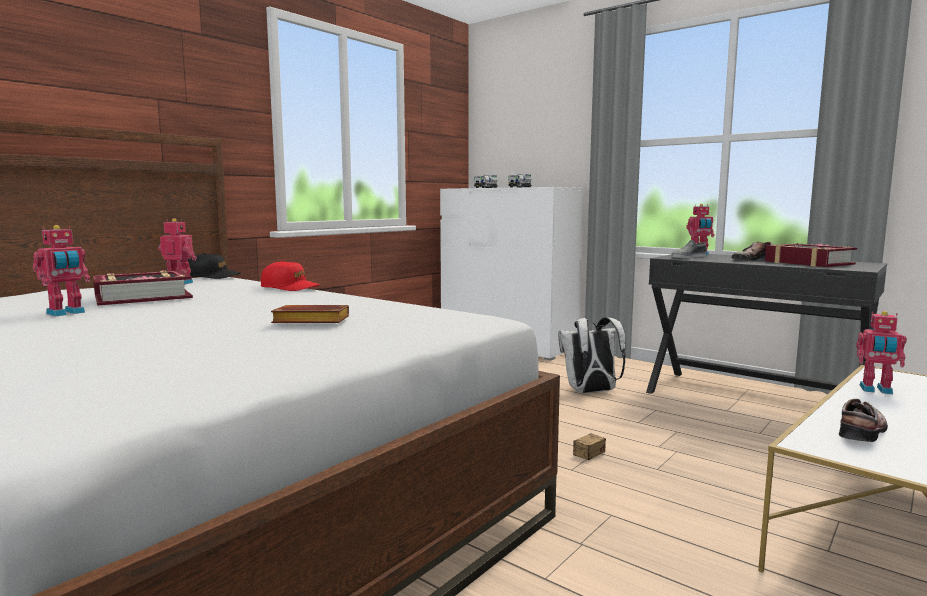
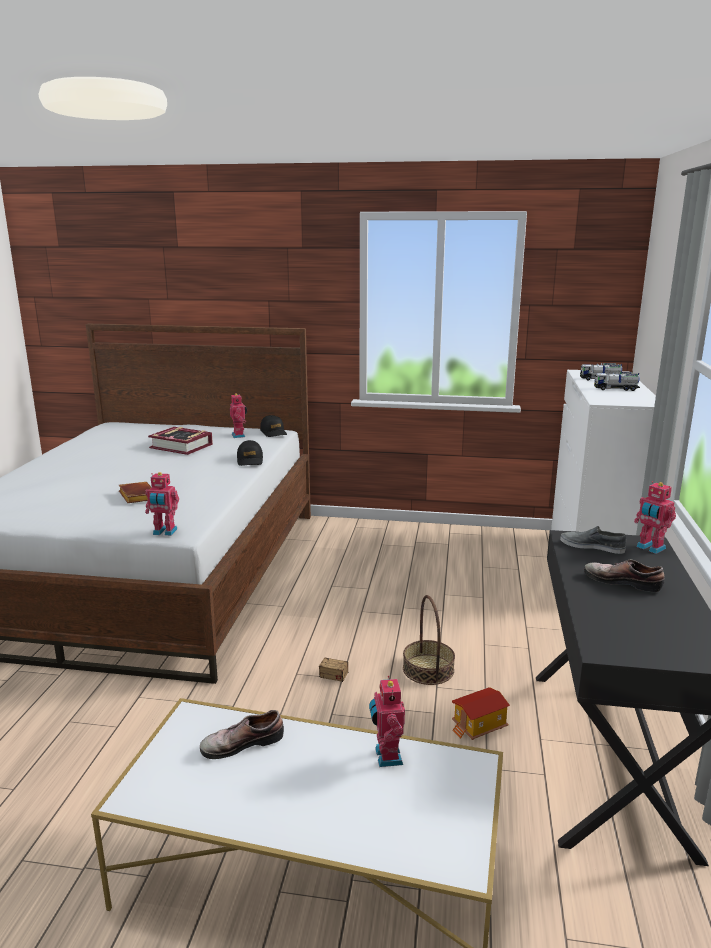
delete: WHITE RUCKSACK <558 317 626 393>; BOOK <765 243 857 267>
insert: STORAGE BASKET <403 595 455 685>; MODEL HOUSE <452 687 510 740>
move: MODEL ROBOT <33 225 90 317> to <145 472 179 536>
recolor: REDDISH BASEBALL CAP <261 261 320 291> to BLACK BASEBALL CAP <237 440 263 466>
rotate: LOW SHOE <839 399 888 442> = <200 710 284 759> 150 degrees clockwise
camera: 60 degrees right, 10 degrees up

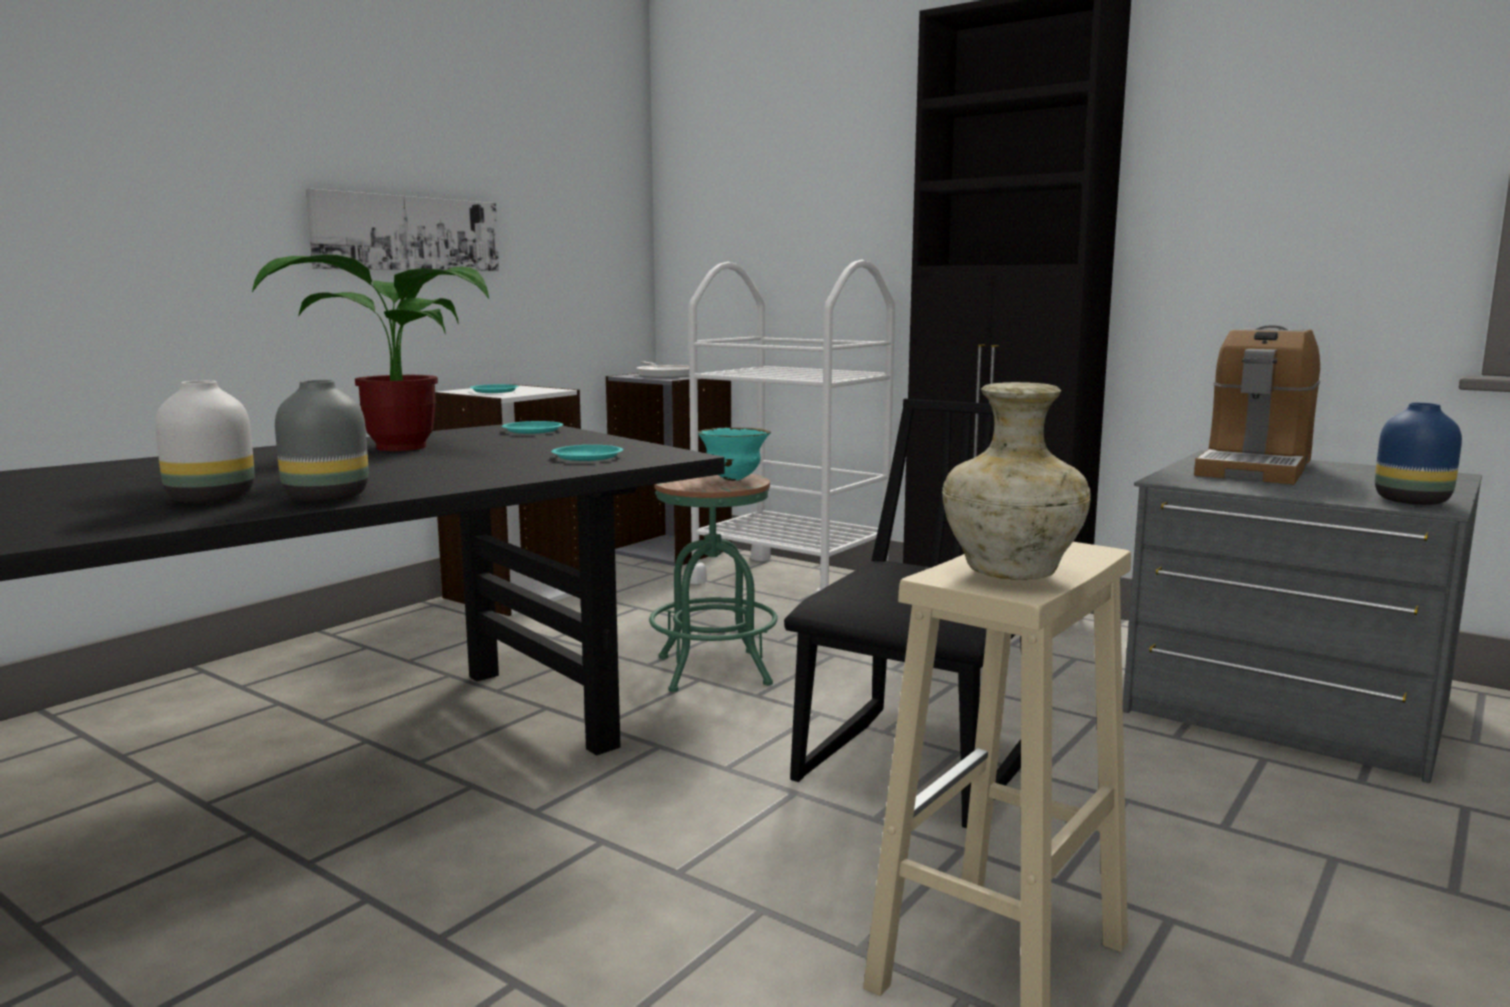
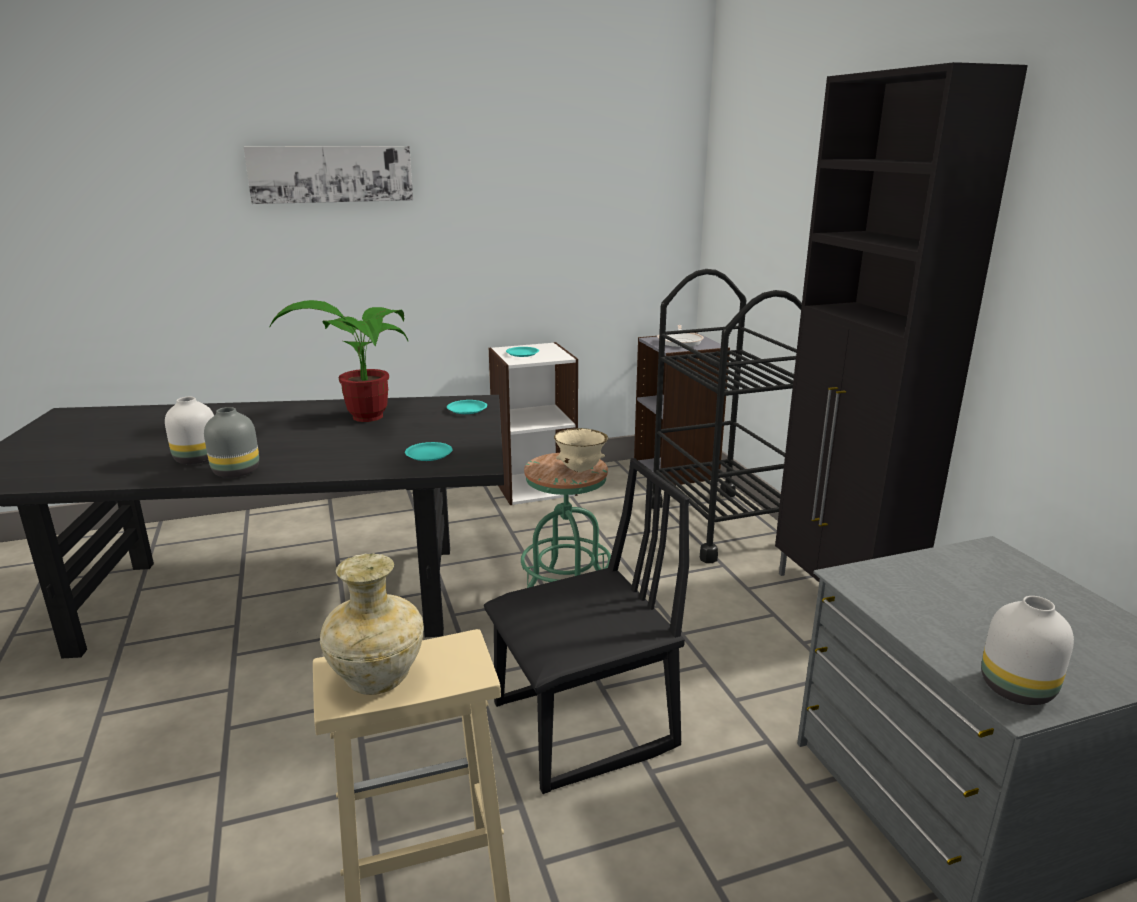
delete: COFFEE BREWER <1194 325 1320 485>
move: PICTURE <306 189 499 271> to <244 146 413 204>
recolor: WHITE CART <688 260 895 594> to BLACK CART <651 269 802 563>; TURQUOISE DEEP DISH <698 428 771 481> to SAND-COLOURED DEEP DISH <554 428 608 472>; BLUISH VASE <1375 403 1462 505> to WHITE VASE <981 596 1074 705>
camera: 35 degrees right, 10 degrees up

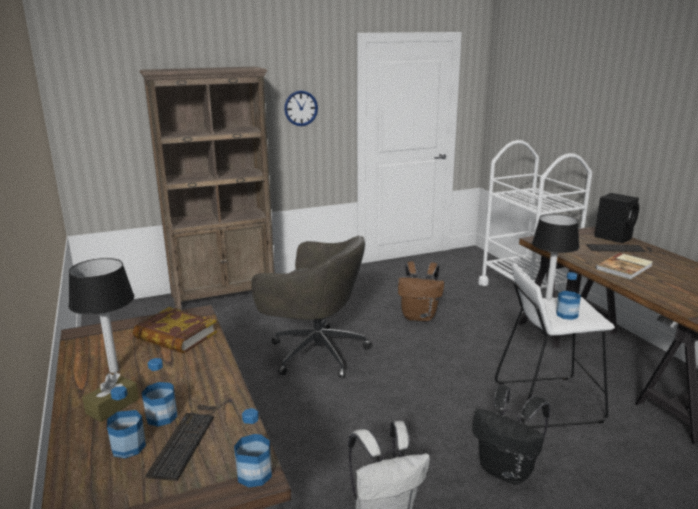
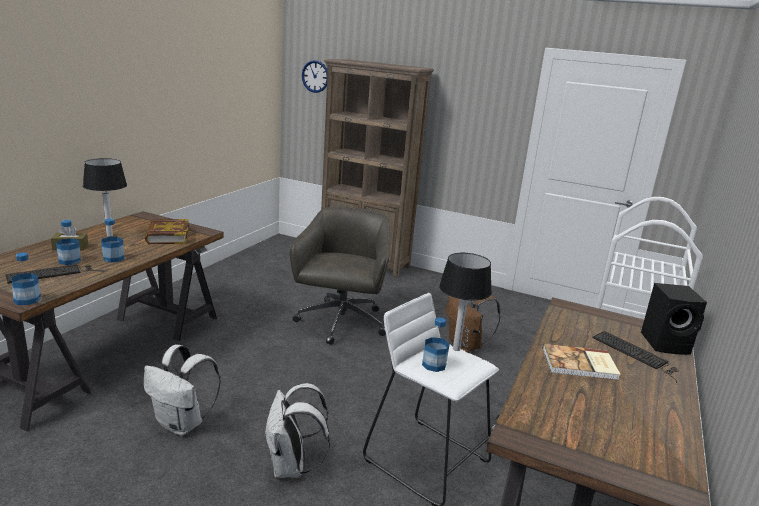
move: BOTTLE <107 386 146 458> to <101 219 124 263>; HANGING CLOCK <284 90 318 126> to <302 60 327 93>
recolor: BLACK RUCKSACK <472 385 550 485> to WHITE RUCKSACK <264 383 330 478>
rotate: GREY COMPUTER CHAIR <251 236 371 378> = <290 207 391 345> 150 degrees counterclockwise
camera: 45 degrees right, 0 degrees up

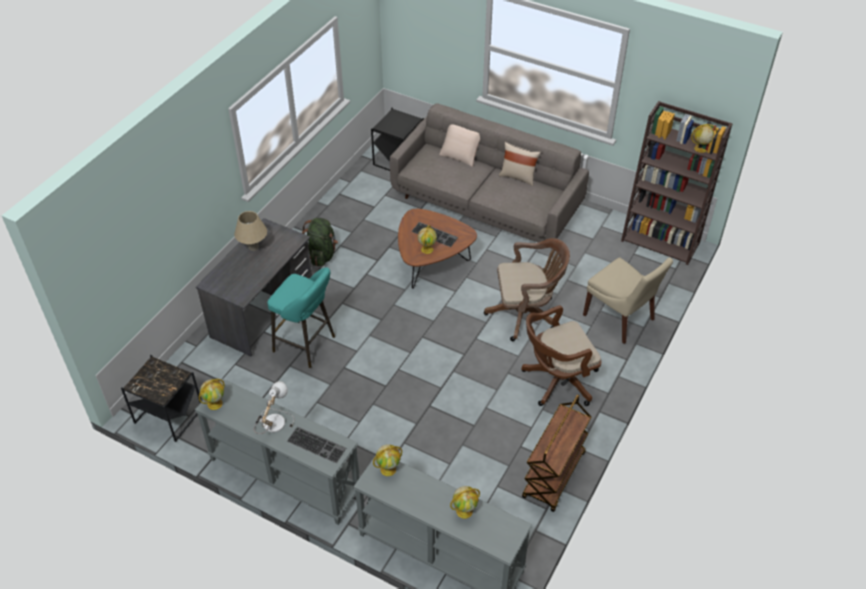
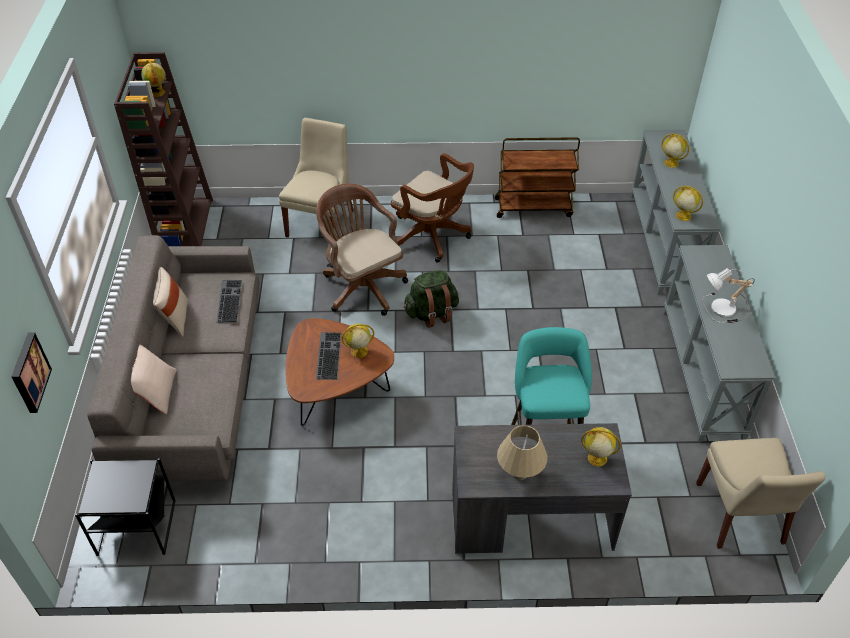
insert: PICTURE <11 333 52 413>
move: DESK GLOBE <199 379 225 410> to <581 427 621 466>; COMPUTER KEYBOARD <287 426 346 463> to <216 280 242 323>; GREEN-COLOURED RUCKSACK <302 218 338 266> to <404 270 459 328>
replace: BLACK END TABLE <121 355 201 442> to SAND-COLOURED CHAIR <696 438 826 549>
camera: 120 degrees left, 0 degrees up

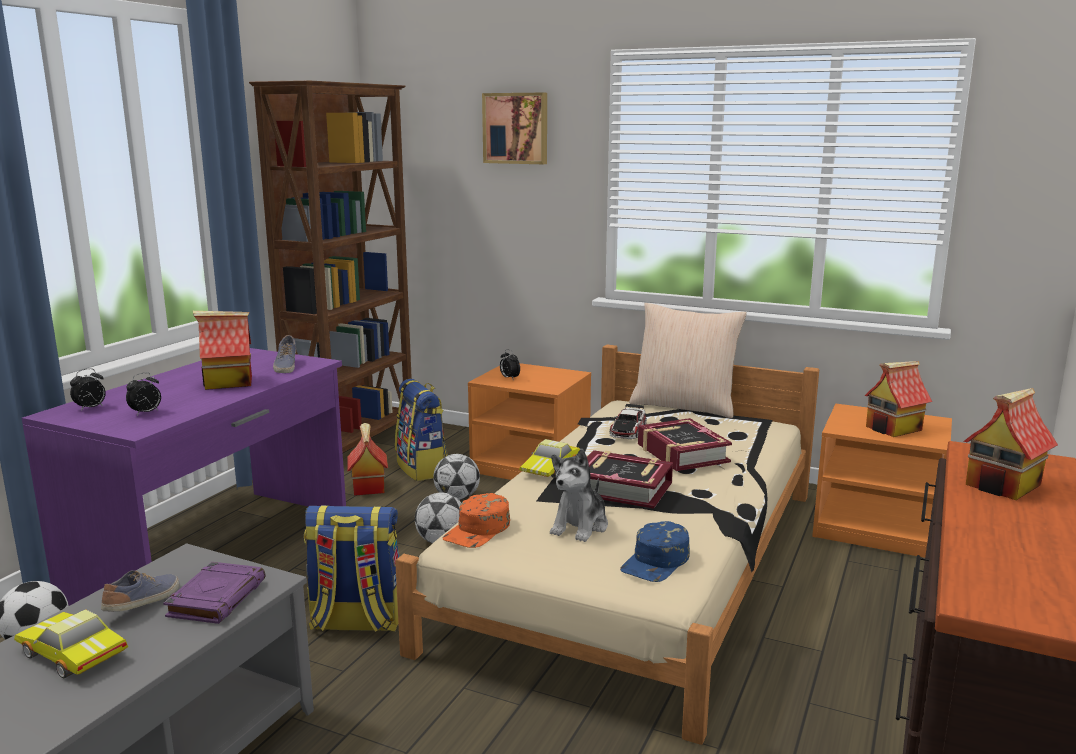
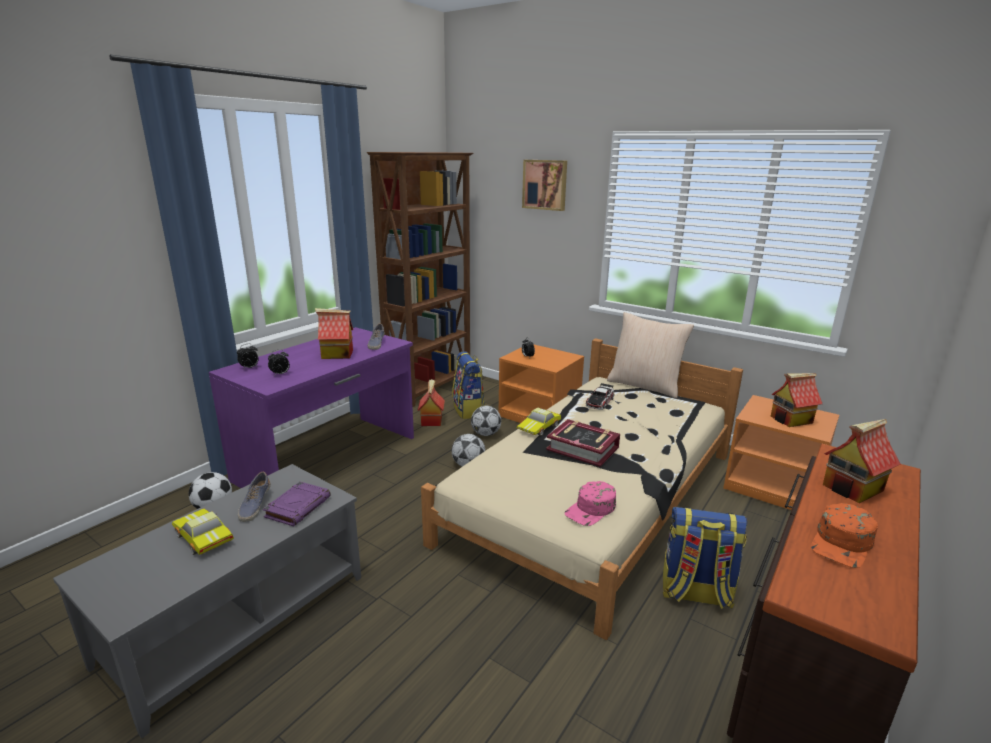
delete: PLUSH TOY <550 449 608 542>; BOOK <638 418 732 471>
move: RUCKSACK <304 505 399 632> to <663 507 747 609>; ORANGEY BASEBALL CAP <443 493 510 548> to <811 503 878 568>
recolor: BLUISH BASEBALL CAP <620 521 690 582> to PINK-COLOURED BASEBALL CAP <565 481 616 526>
rotate: LOW SHOE <101 570 179 612> = <238 472 271 522> 150 degrees clockwise
camera: 10 degrees right, 5 degrees up

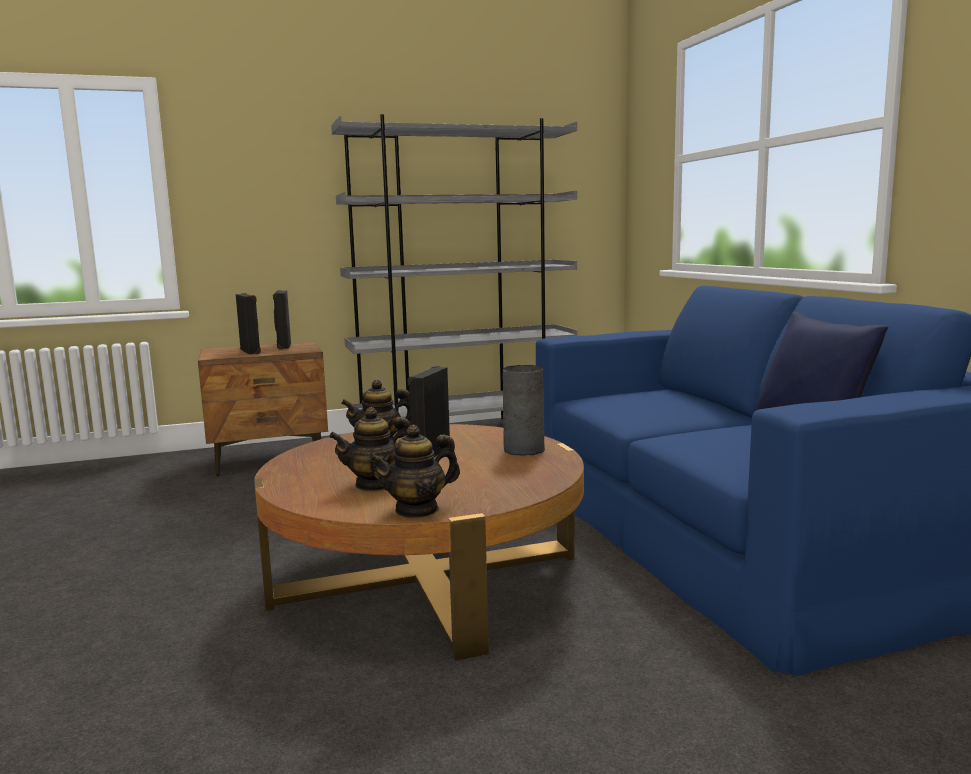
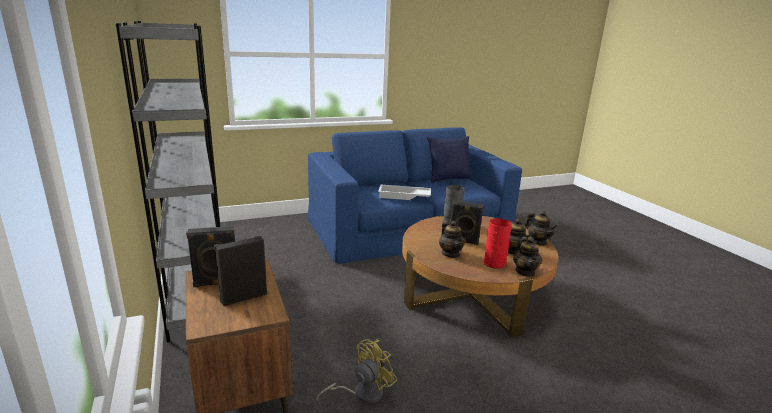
insert: YELLOWISH FAN <317 339 397 404>; WHITE TRAY <378 185 431 200>; REDDISH VASE <484 218 512 269>; POT FOR TEA <513 237 542 277>
camera: 95 degrees left, 10 degrees up

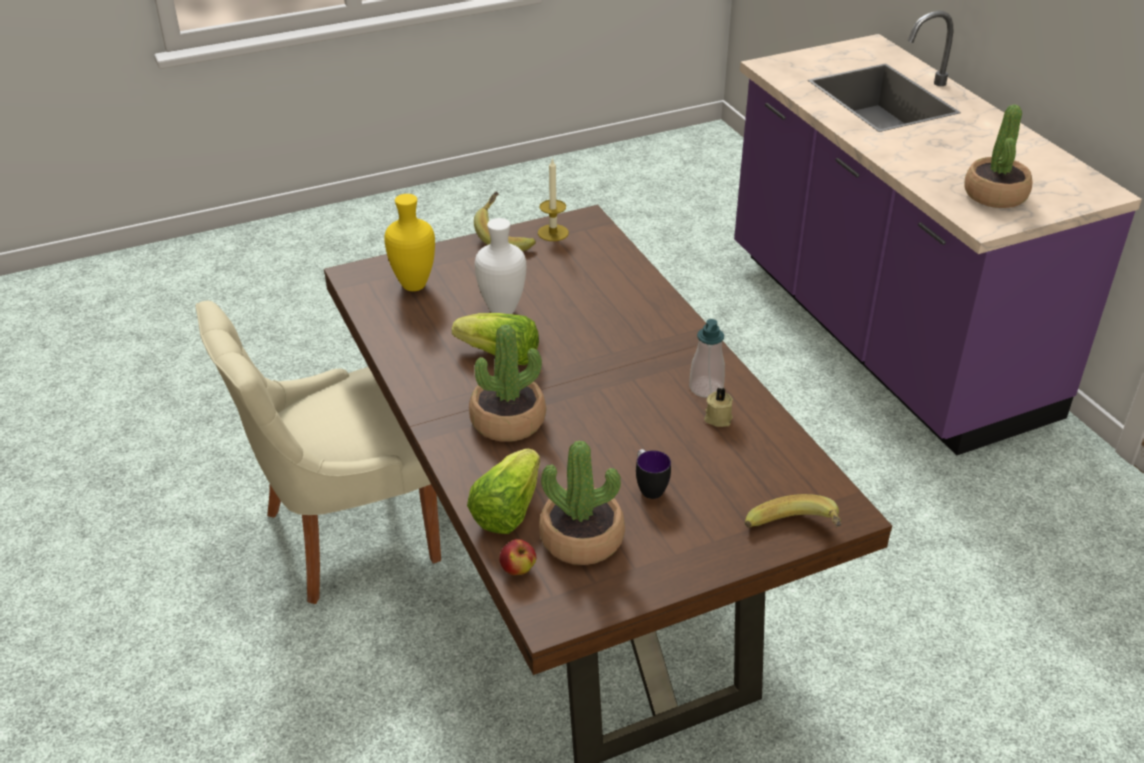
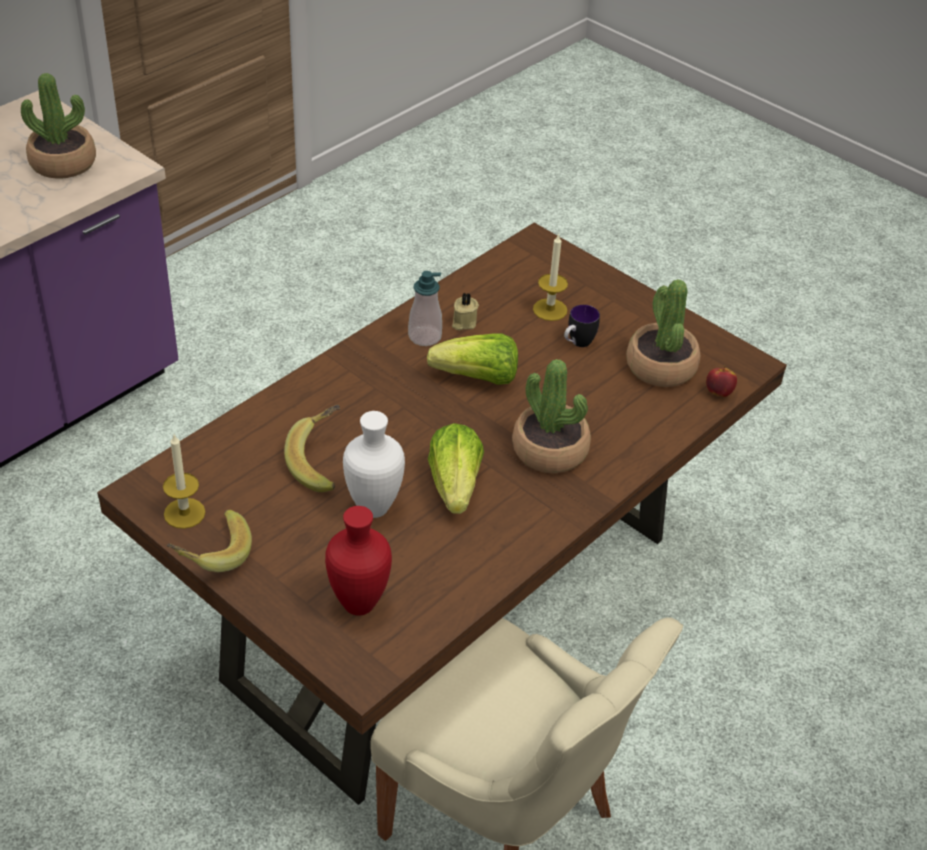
insert: WAX LIGHT <533 233 568 321>
move: LETTUCE HEAD <467 449 540 534> to <427 333 518 385>; BANANA <745 494 841 528> to <284 405 340 492>
recolor: YELLOWISH VASE <384 194 435 291> to REDDISH VASE <325 506 392 616>
camera: 115 degrees left, 5 degrees up

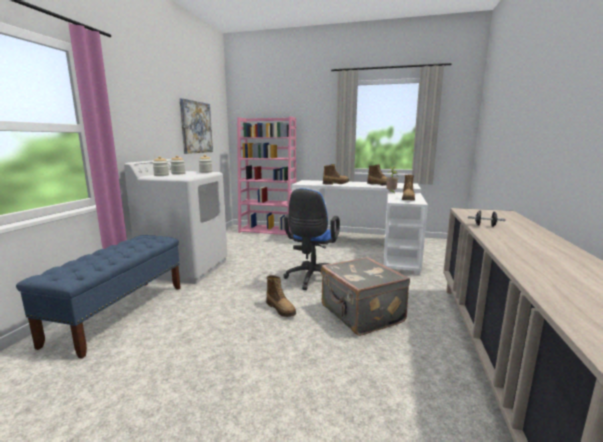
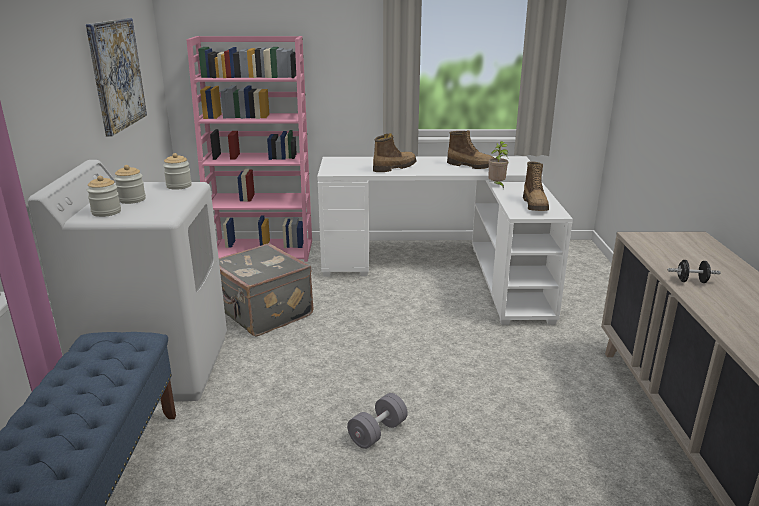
delete: BLUISH COMPUTER CHAIR <283 188 340 290>
move: GREY TRAVEL CASE <321 257 410 336> to <219 243 313 336>
replace: BOOT <266 275 296 317> to GREY FREE WEIGHT <347 393 408 449>
camera: 15 degrees left, 10 degrees up

